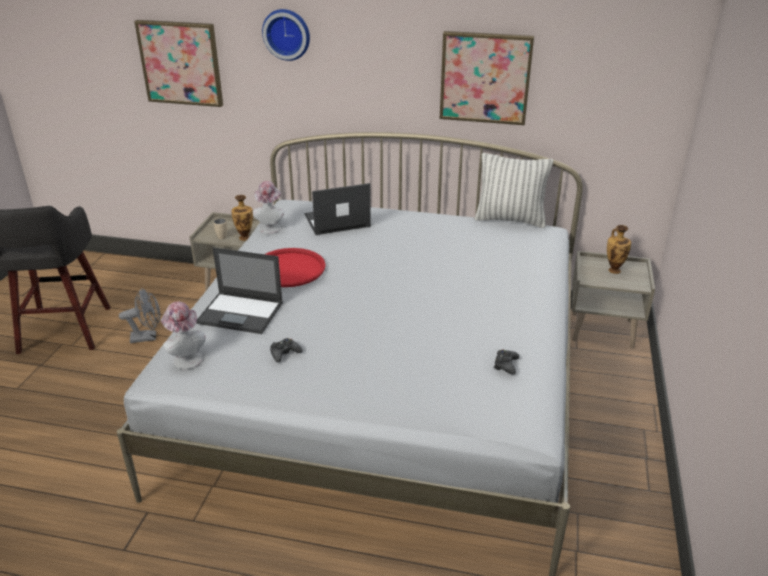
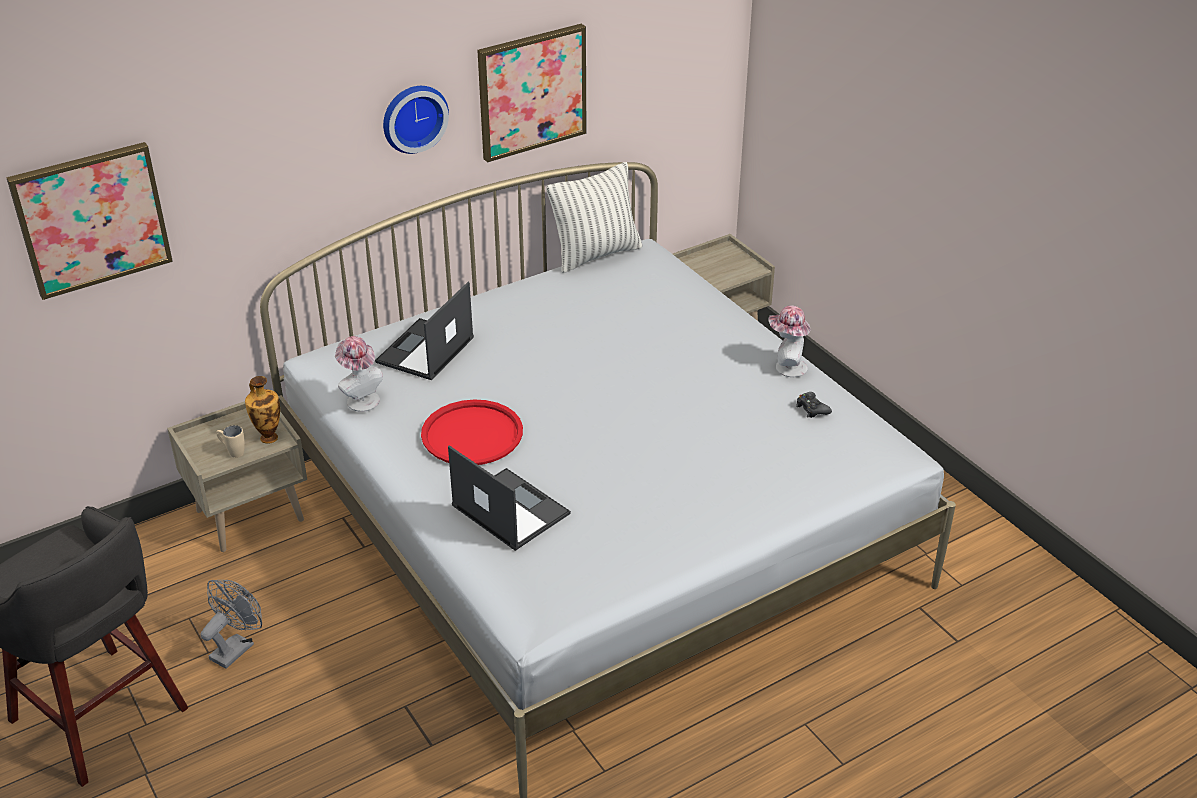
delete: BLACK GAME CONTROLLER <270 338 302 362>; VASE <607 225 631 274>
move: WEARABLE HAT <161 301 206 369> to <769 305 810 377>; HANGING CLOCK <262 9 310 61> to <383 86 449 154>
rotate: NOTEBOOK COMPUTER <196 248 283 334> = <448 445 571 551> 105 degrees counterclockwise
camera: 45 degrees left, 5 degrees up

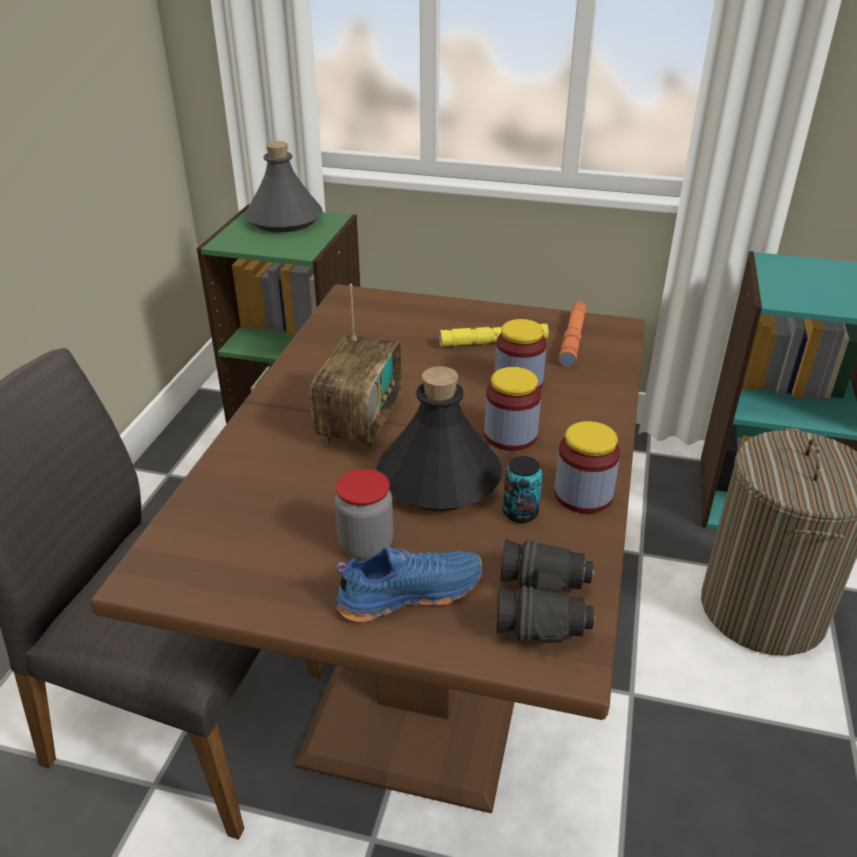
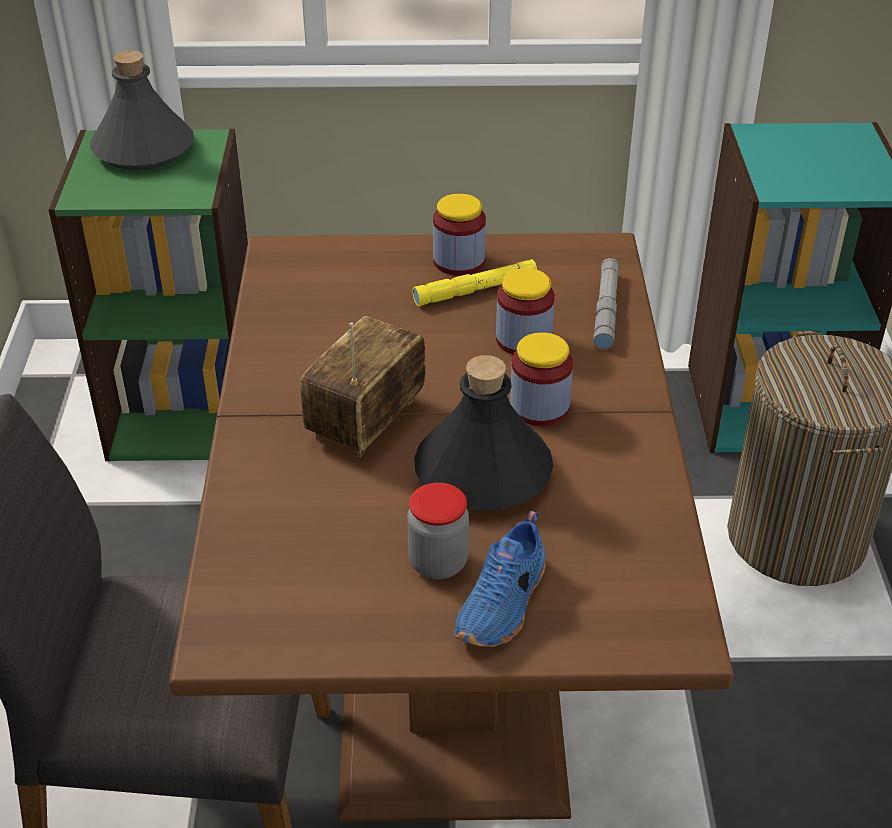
delete: BLACK PAIR OF BINOCULARS <497 539 595 643>; SEALED CAN <503 456 542 523>; ORANGEY HAND TORCH <559 302 587 367>
insert: GREY HAND TORCH <593 258 619 349>
move: JAR <554 421 620 514> to <433 193 486 276>
rotate: RADIO SET <309 284 402 452> = <300 316 426 458> 150 degrees counterclockwise; BLUISH LOW SHOE <335 547 482 622> = <454 511 546 647> 150 degrees clockwise
camera: 15 degrees left, 5 degrees up

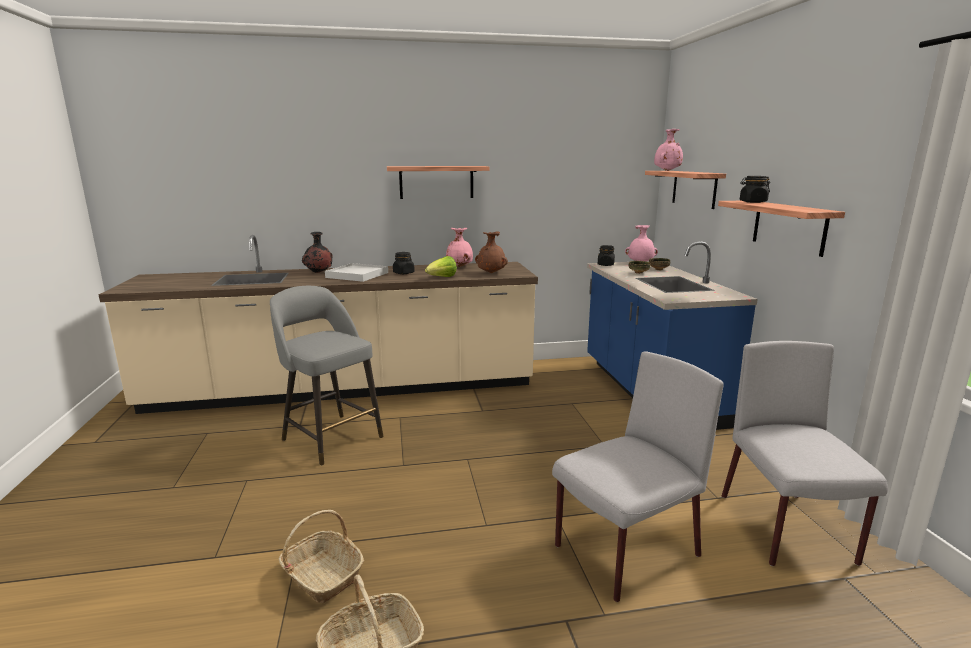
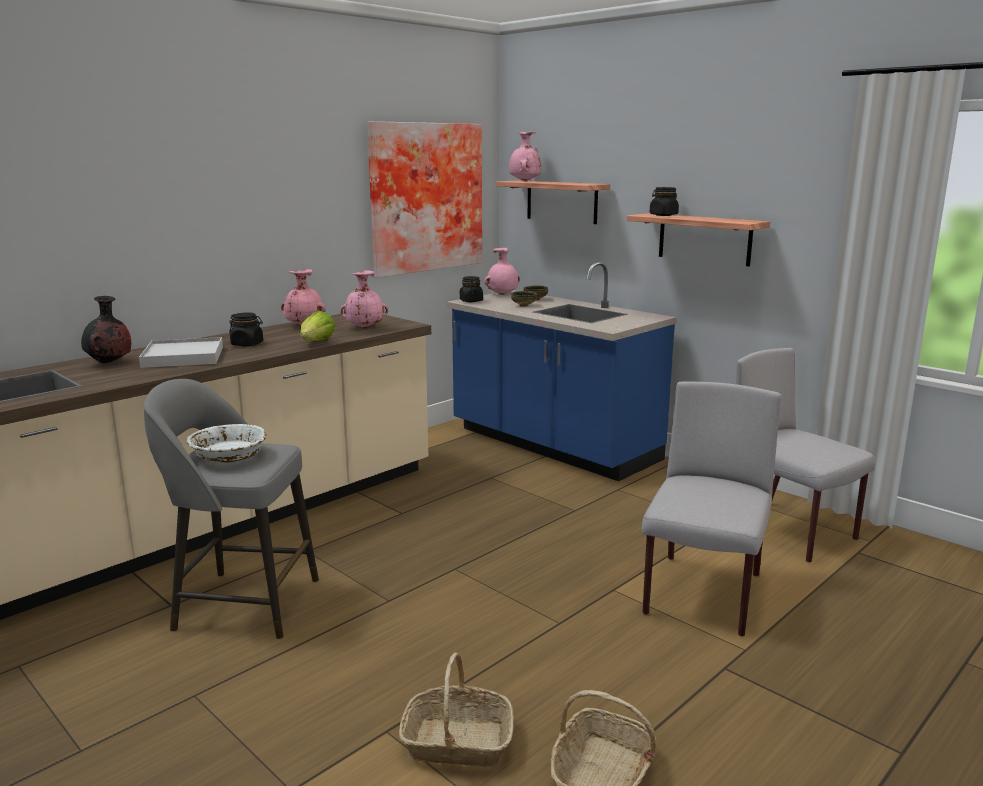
delete: SHELF <387 166 490 199>
insert: WHITE DEEP DISH <187 424 267 463>; PICTURE <367 121 482 278>
recolor: BROWN-COLOURED VASE <475 231 508 273> to PINK-COLOURED VASE <340 270 388 328>
camera: 35 degrees left, 0 degrees up

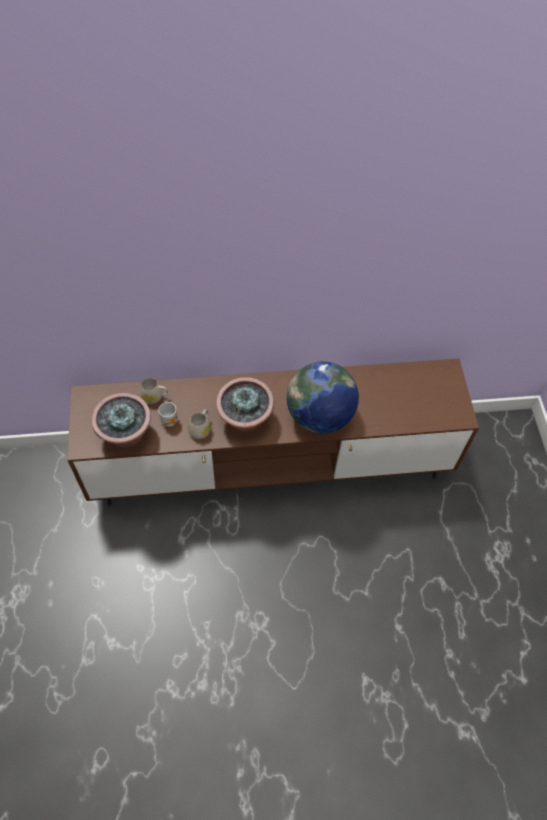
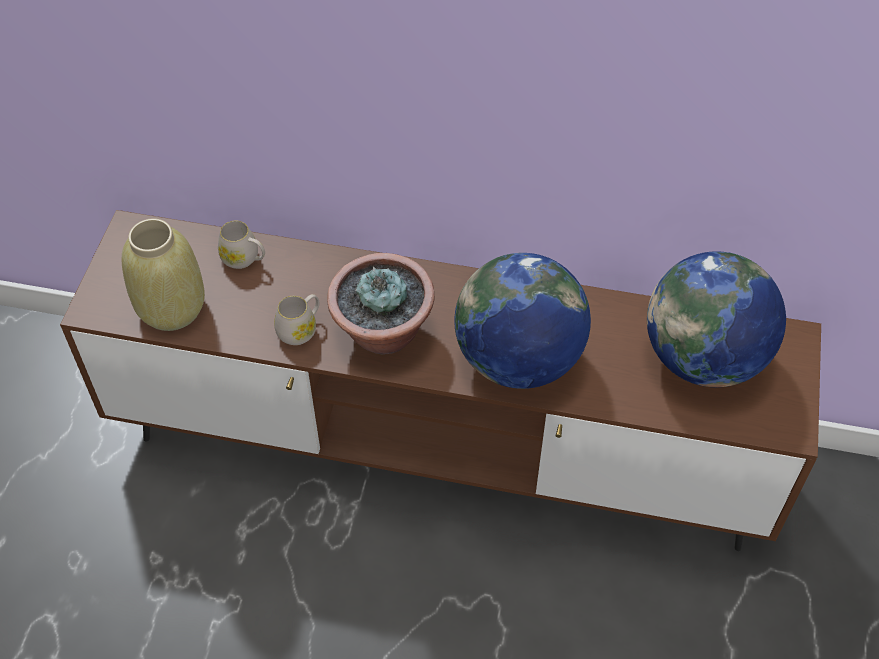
delete: COFFEE MUG <158 402 178 427>
insert: DESK GLOBE <647 251 786 387>
replace: POTTED PLANT <91 393 151 449> to SAND-COLOURED VASE <122 218 205 331>
camera: 20 degrees right, 5 degrees down

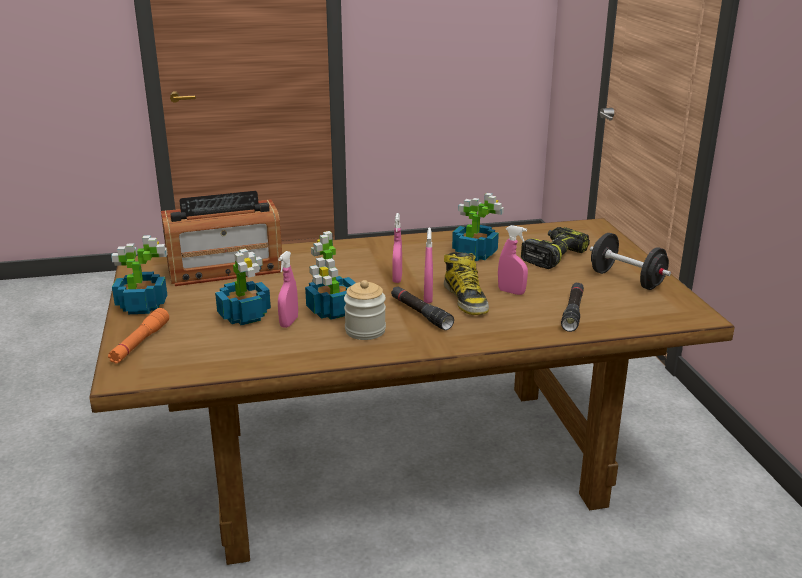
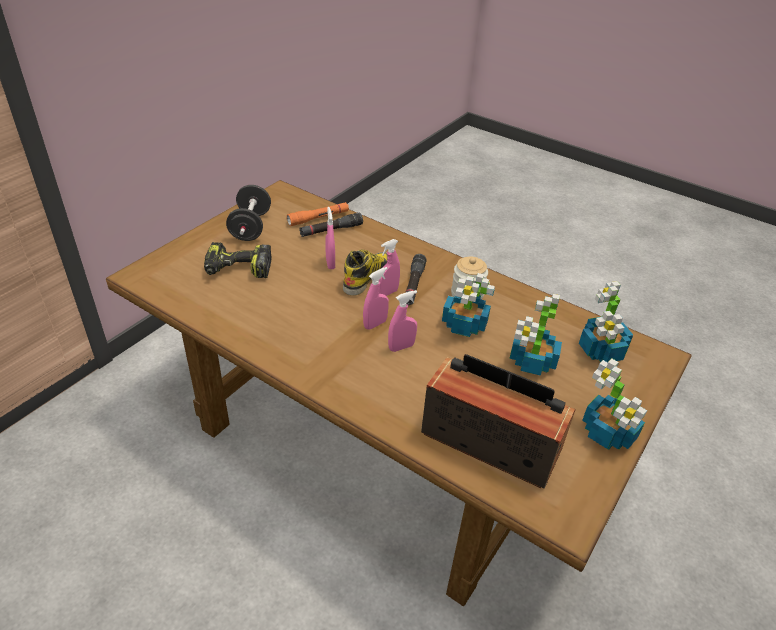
move: ORANGEY HAND TORCH <108 308 169 364> to <287 202 349 226>; PINK-COLOURED HAND SPRAYER <278 251 298 328> to <388 290 417 352>; POTTED PLANT <452 193 504 261> to <579 281 633 362>
camera: 135 degrees left, 15 degrees up

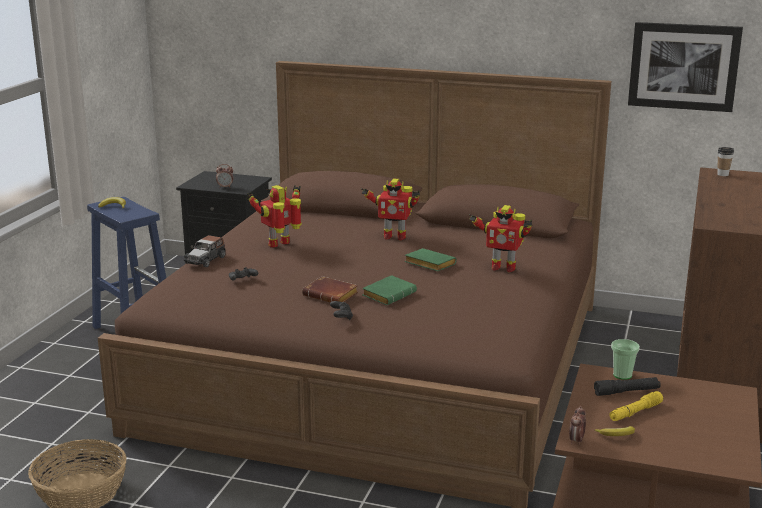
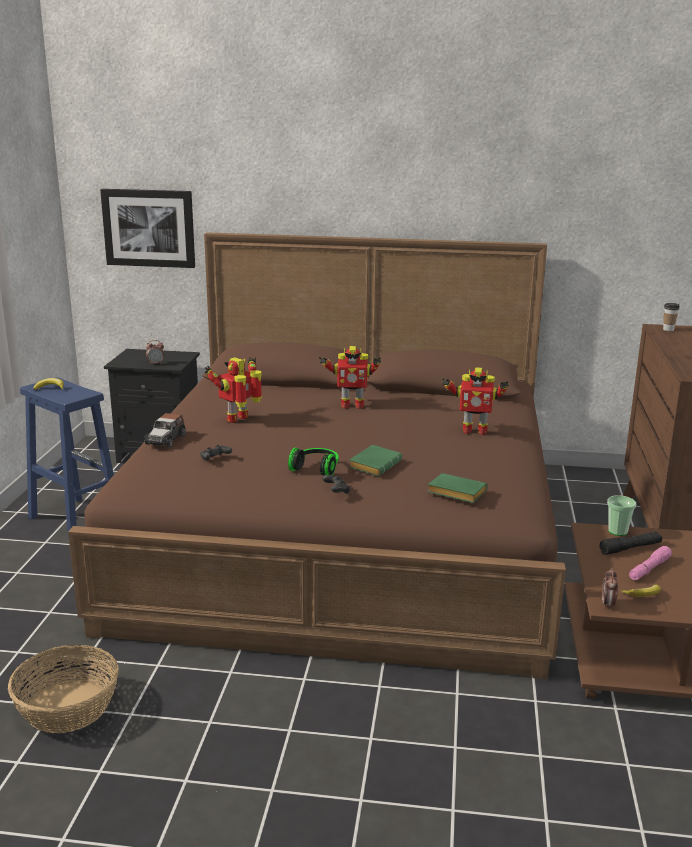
move: GREEN-COLOURED BOOK <405 248 456 271> to <427 473 488 503>; PICTURE <628 22 743 112> to <100 189 195 268>
replace: BROWN-COLOURED BOOK <302 276 358 303> to PAIR OF HEADPHONES <288 448 339 476>
recolor: YELLOWISH HAND TORCH <610 391 663 421> to PINK-COLOURED HAND TORCH <629 546 672 580>
camera: 10 degrees left, 0 degrees up

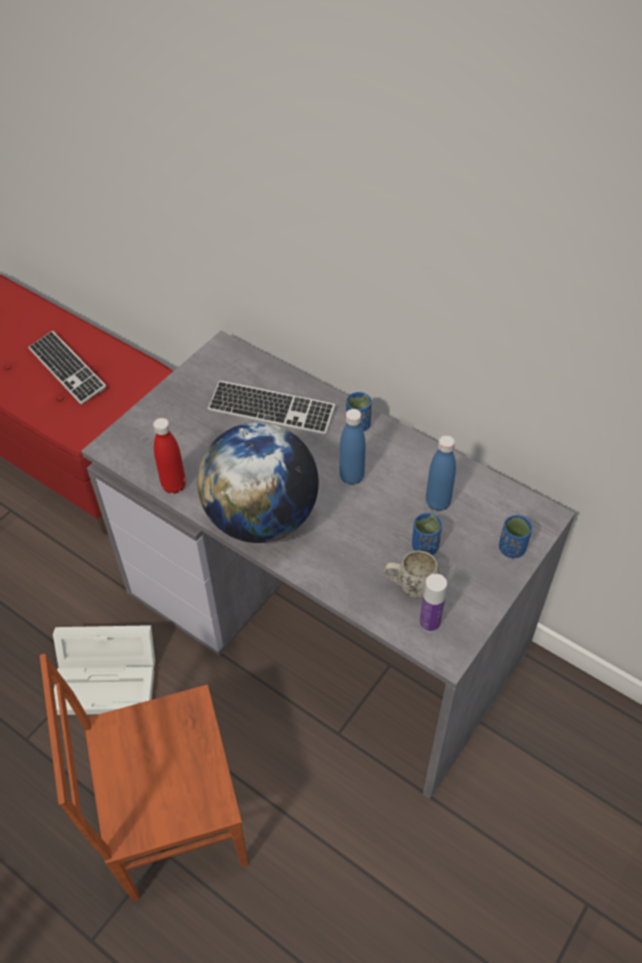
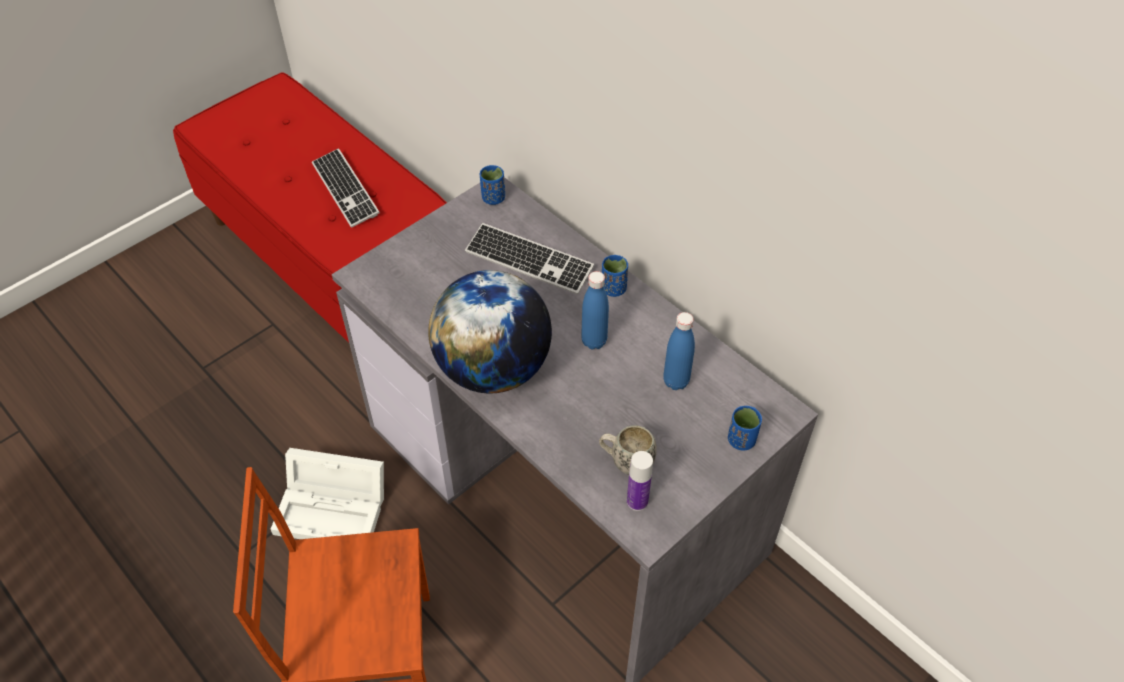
delete: REDDISH BOTTLE <153 418 186 494>
move: BLUISH DRINKING CUP <412 513 442 555> to <480 165 505 205>
camera: 10 degrees right, 0 degrees up

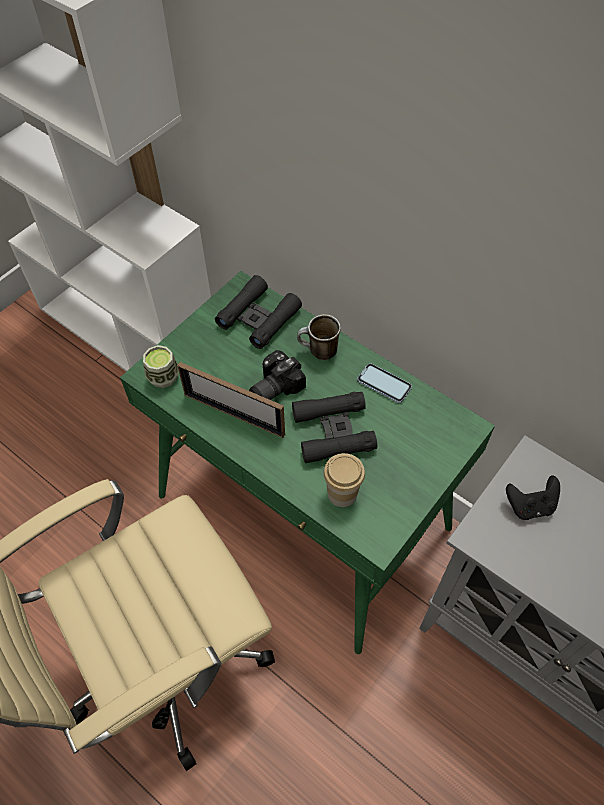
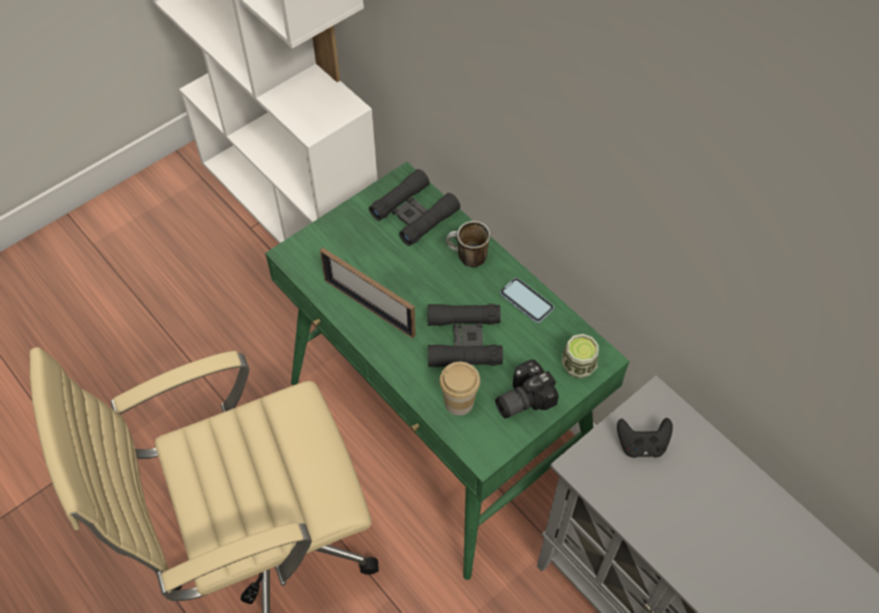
move: DRINKING CUP <143 345 178 388> to <562 334 598 378>; PHOTO CAMERA <249 350 306 400> to <495 360 559 418>
camera: 10 degrees right, 0 degrees up

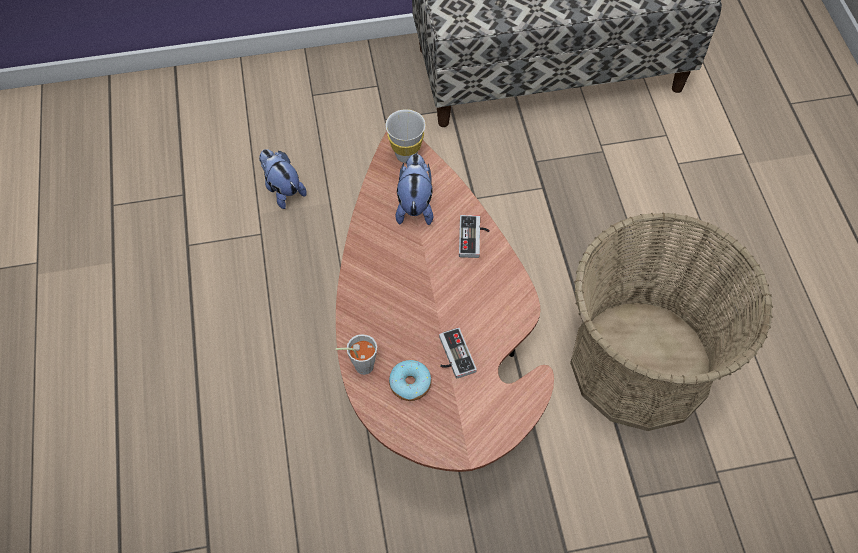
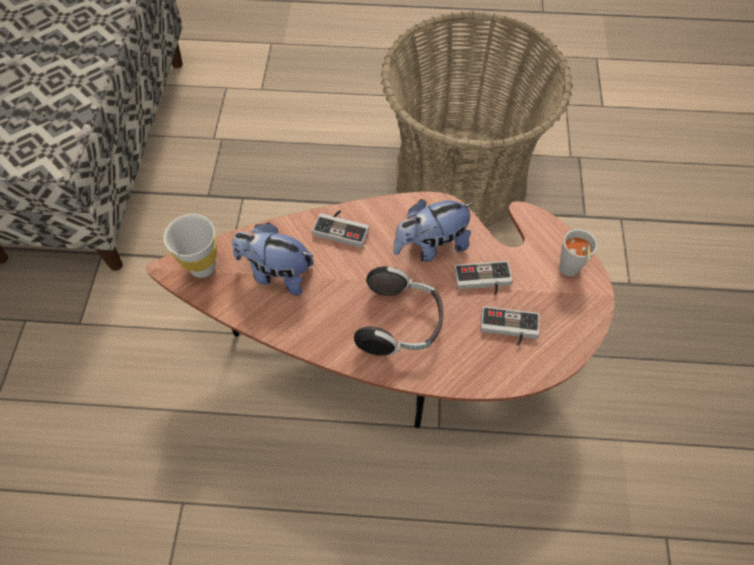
insert: PAIR OF HEADPHONES <354 266 444 356>
move: PLUSH TOY <259 149 307 209> to <393 199 474 262>; GREY DRINKING CUP <336 334 377 375> to <559 229 597 276>
replace: DONUT <389 360 431 401> to GAME CONTROLLER <480 306 540 346>
camera: 75 degrees left, 0 degrees up

